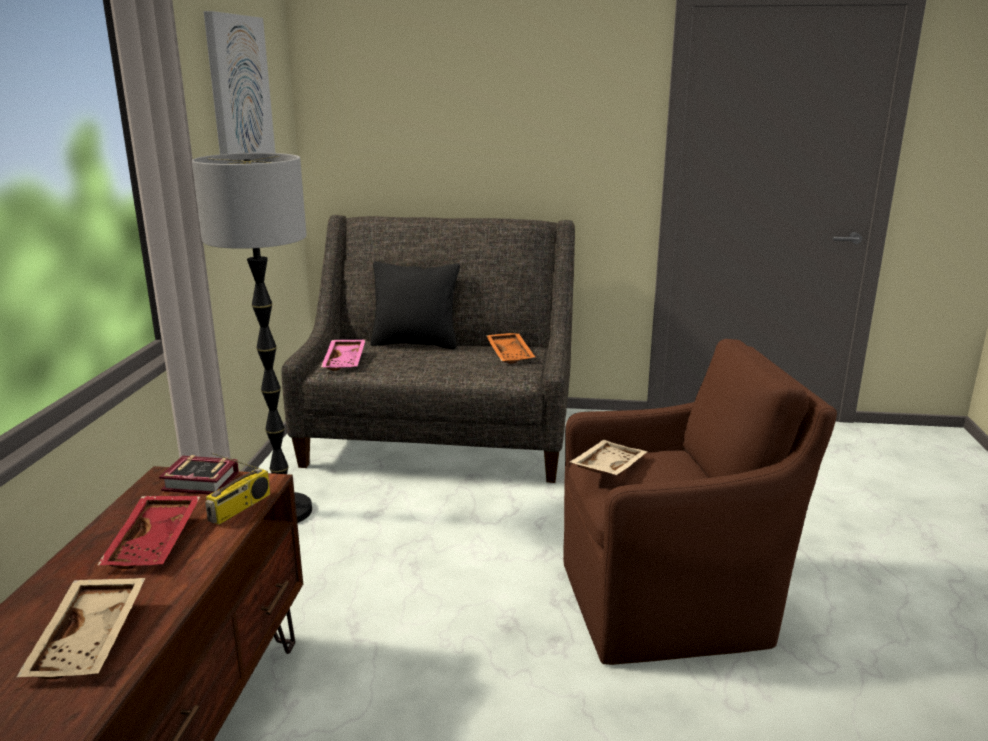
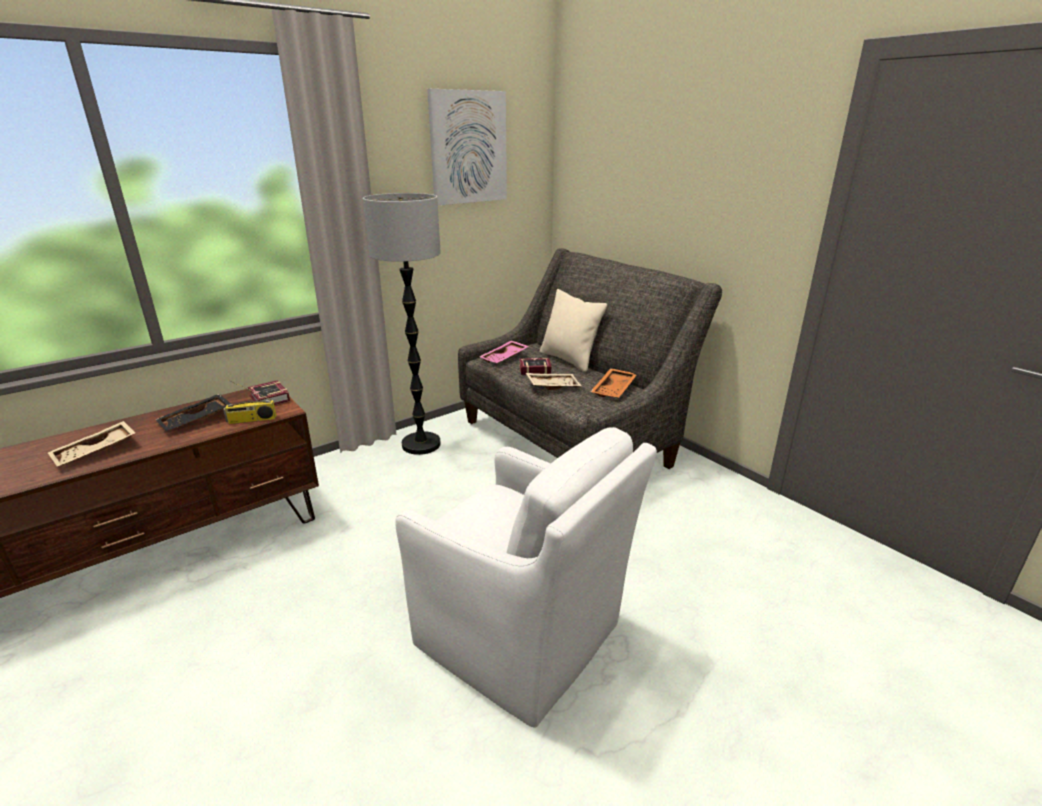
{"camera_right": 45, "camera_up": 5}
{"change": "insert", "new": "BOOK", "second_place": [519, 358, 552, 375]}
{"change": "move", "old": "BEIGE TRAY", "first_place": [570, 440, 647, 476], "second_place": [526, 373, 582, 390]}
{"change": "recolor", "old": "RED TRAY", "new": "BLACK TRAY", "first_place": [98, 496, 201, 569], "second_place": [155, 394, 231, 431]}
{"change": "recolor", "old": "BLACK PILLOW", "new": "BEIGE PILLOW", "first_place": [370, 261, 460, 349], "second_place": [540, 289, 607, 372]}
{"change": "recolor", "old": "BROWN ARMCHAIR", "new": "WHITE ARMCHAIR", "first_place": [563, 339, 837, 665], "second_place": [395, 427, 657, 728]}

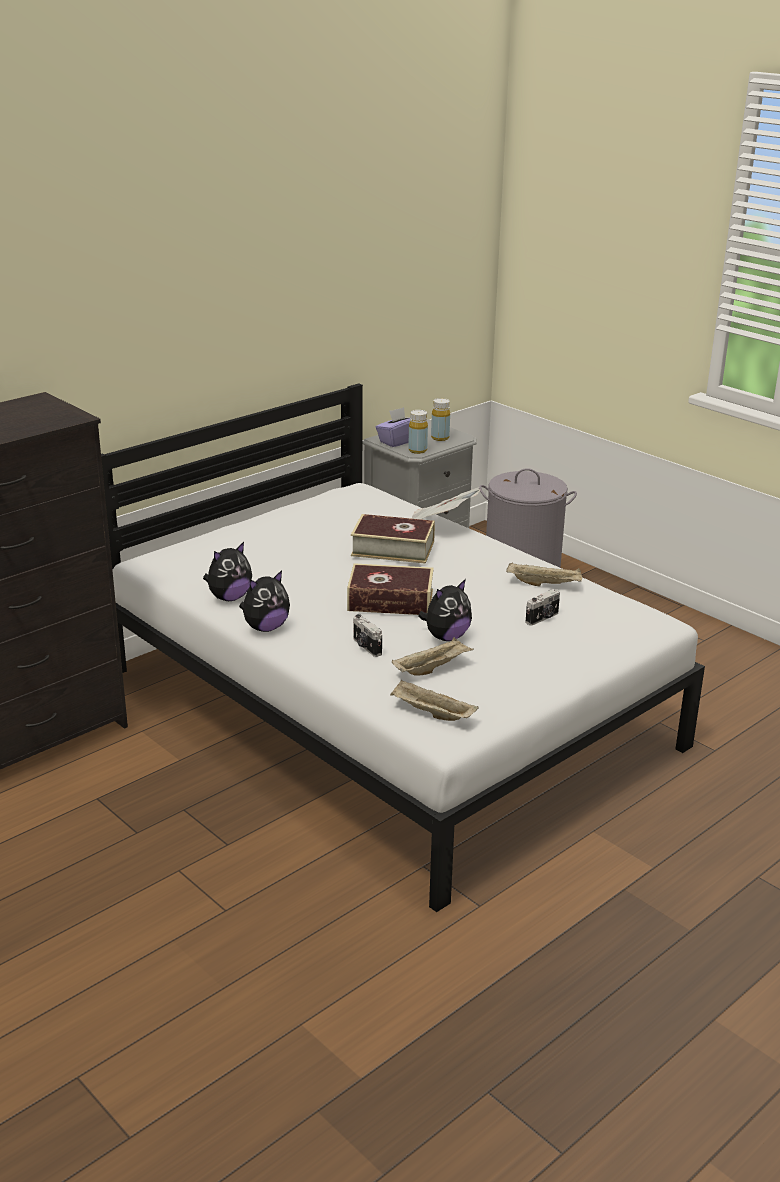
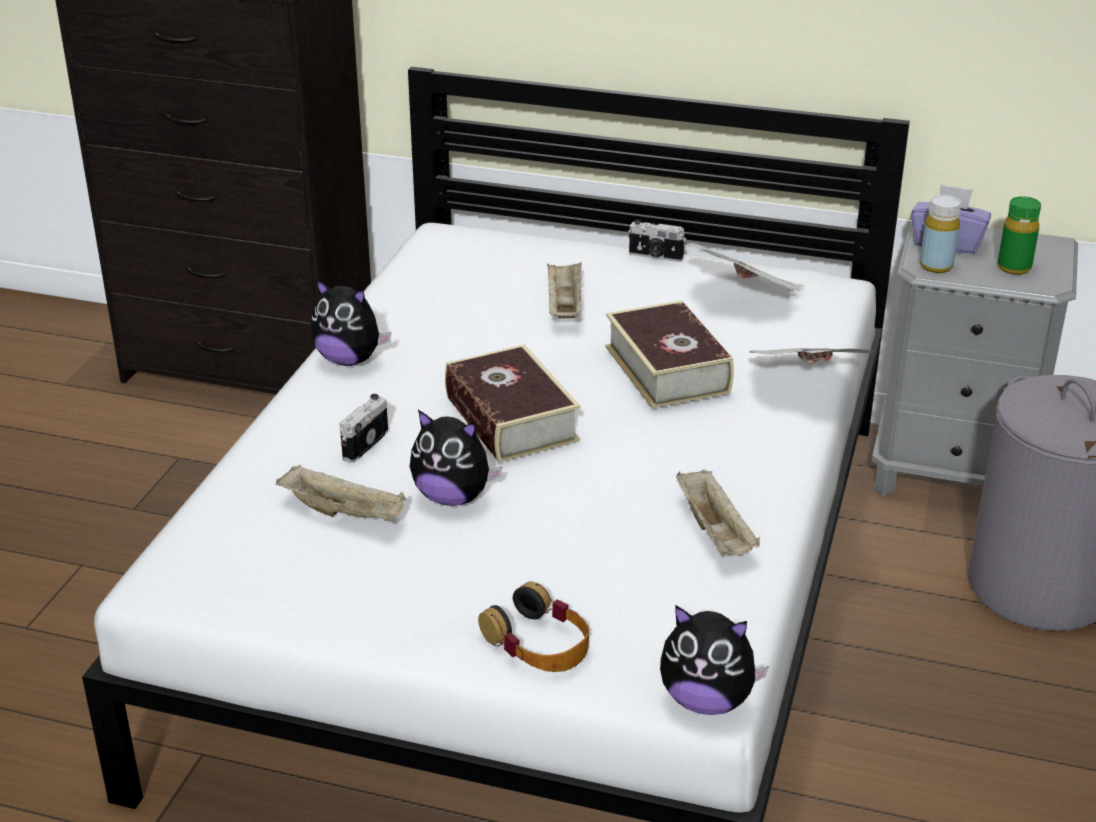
{"camera_right": 60, "camera_up": 5}
{"change": "insert", "new": "HEADPHONES", "second_place": [478, 581, 589, 672]}
{"change": "insert", "new": "NEWSPAPER", "second_place": [687, 243, 804, 291]}
{"change": "move", "old": "PLUSH TOY", "first_place": [203, 542, 252, 601], "second_place": [660, 605, 769, 715]}
{"change": "move", "old": "BEIGE TRAY", "first_place": [390, 680, 478, 721], "second_place": [547, 263, 582, 318]}
{"change": "move", "old": "PHOTO CAMERA", "first_place": [525, 589, 560, 626], "second_place": [628, 220, 686, 262]}
{"change": "recolor", "old": "YELLOW BOTTLE", "new": "GREEN BOTTLE", "first_place": [431, 398, 450, 441], "second_place": [998, 196, 1041, 275]}

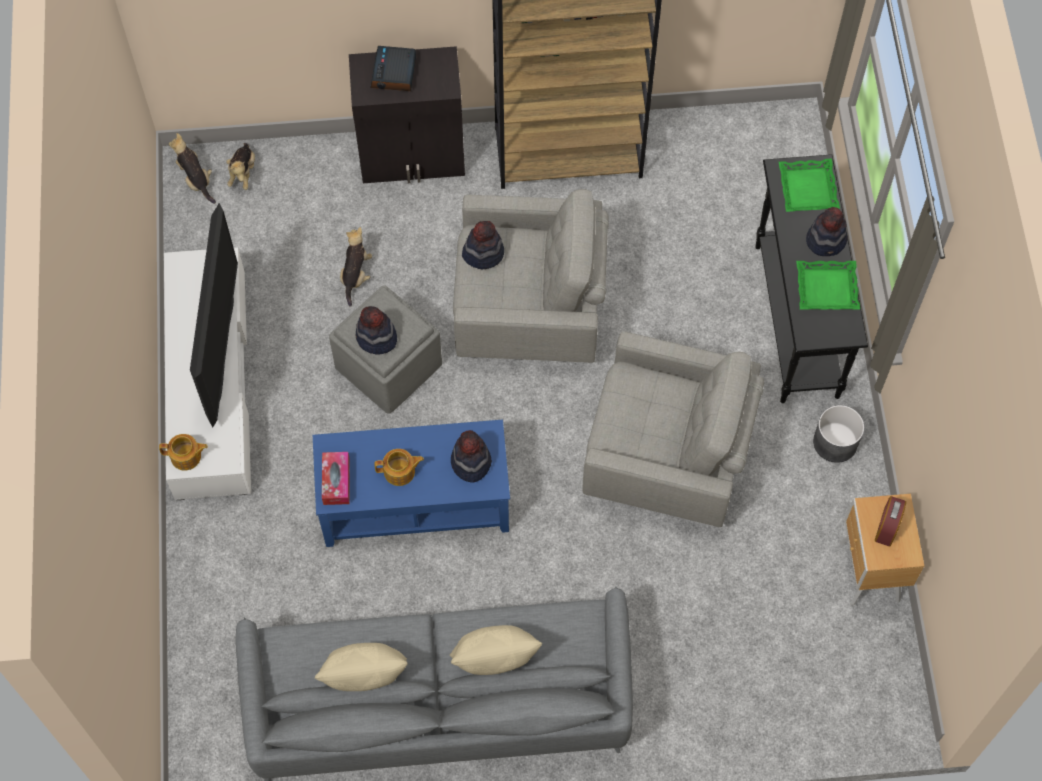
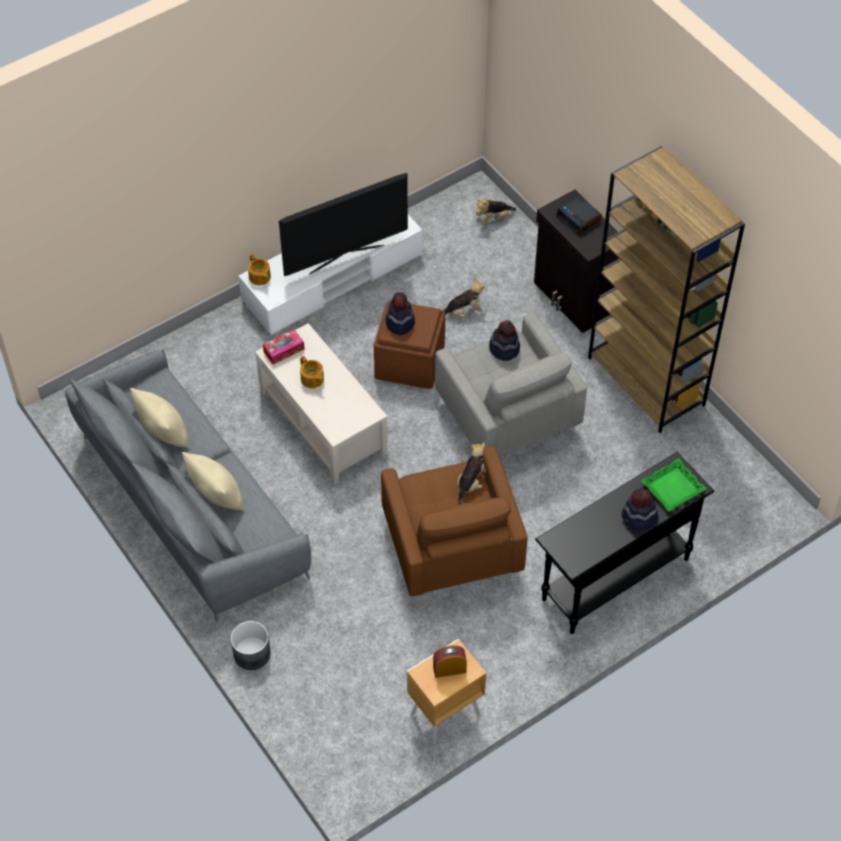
{"camera_right": 60, "camera_up": -10}
{"change": "delete", "old": "HAT", "first_place": [451, 430, 492, 483]}
{"change": "delete", "old": "GREEN TRAY", "first_place": [796, 261, 860, 309]}
{"change": "move", "old": "PLUSH TOY", "first_place": [169, 133, 216, 204], "second_place": [457, 442, 486, 504]}
{"change": "move", "old": "GREY PLANTER", "first_place": [813, 405, 864, 463], "second_place": [231, 621, 271, 670]}
{"change": "recolor", "old": "BLUE COFFEE TABLE", "new": "BEIGE COFFEE TABLE", "first_place": [313, 420, 510, 547], "second_place": [255, 323, 388, 484]}
{"change": "recolor", "old": "GREY OTTOMAN", "new": "BROWN OTTOMAN", "first_place": [329, 285, 442, 414], "second_place": [374, 300, 445, 389]}
{"change": "recolor", "old": "GREY ARMCHAIR", "new": "BROWN ARMCHAIR", "first_place": [583, 331, 764, 527], "second_place": [381, 446, 527, 597]}
{"change": "rotate", "old": "ALARM CLOCK", "first_place": [370, 46, 416, 91], "second_place": [556, 195, 602, 235], "degrees": -105}

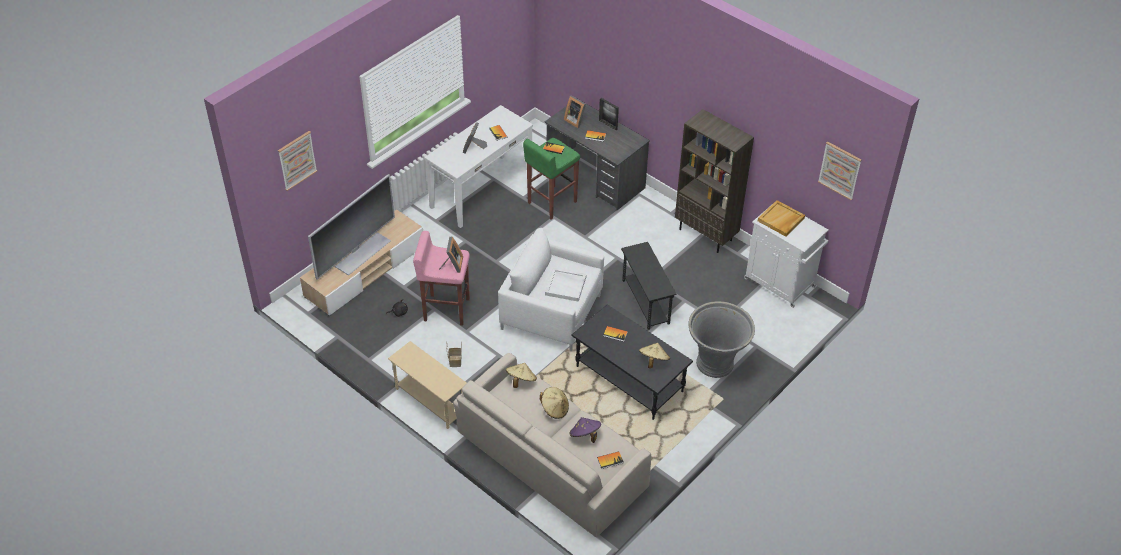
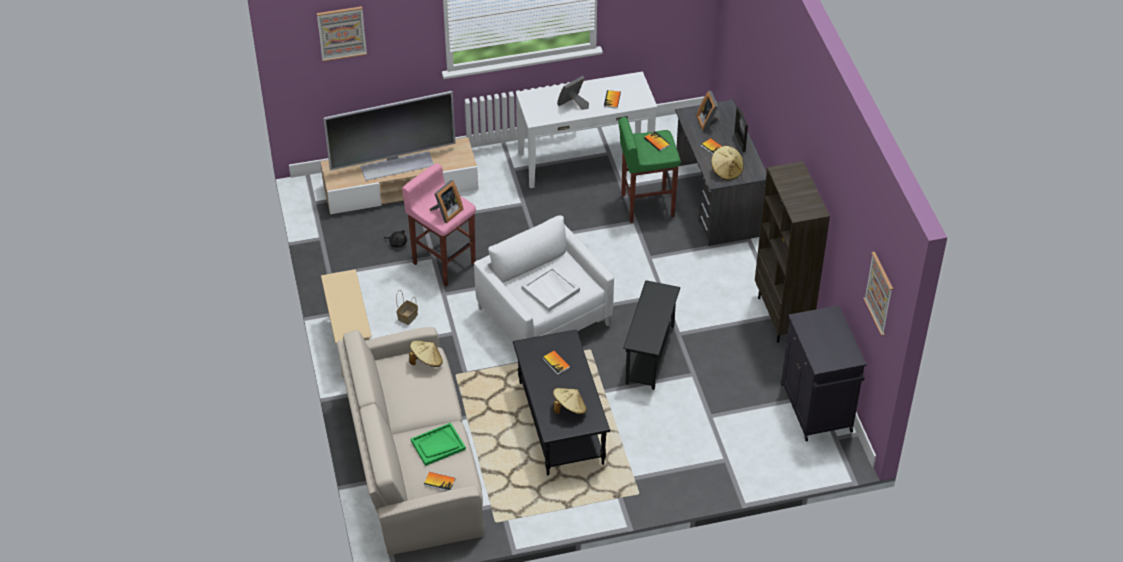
{"camera_right": 35, "camera_up": 0}
{"change": "delete", "old": "GREY PLANTER", "first_place": [688, 301, 755, 378]}
{"change": "delete", "old": "BEIGE TRAY", "first_place": [758, 200, 805, 237]}
{"change": "move", "old": "BEIGE HAT", "first_place": [540, 387, 569, 419], "second_place": [711, 146, 744, 180]}
{"change": "replace", "old": "PURPLE HAT", "new": "GREEN TRAY", "first_place": [569, 417, 601, 443], "second_place": [411, 423, 466, 466]}
{"change": "recolor", "old": "WHITE CABINET", "new": "BLACK CABINET", "first_place": [744, 208, 829, 308], "second_place": [781, 305, 867, 441]}

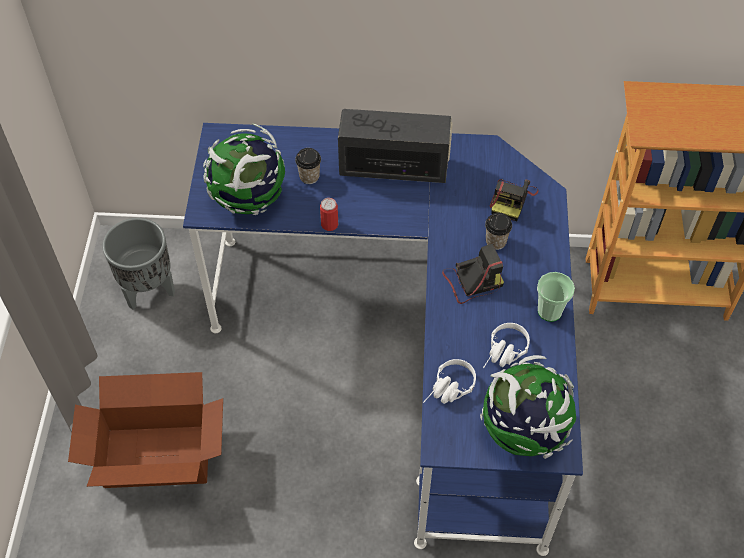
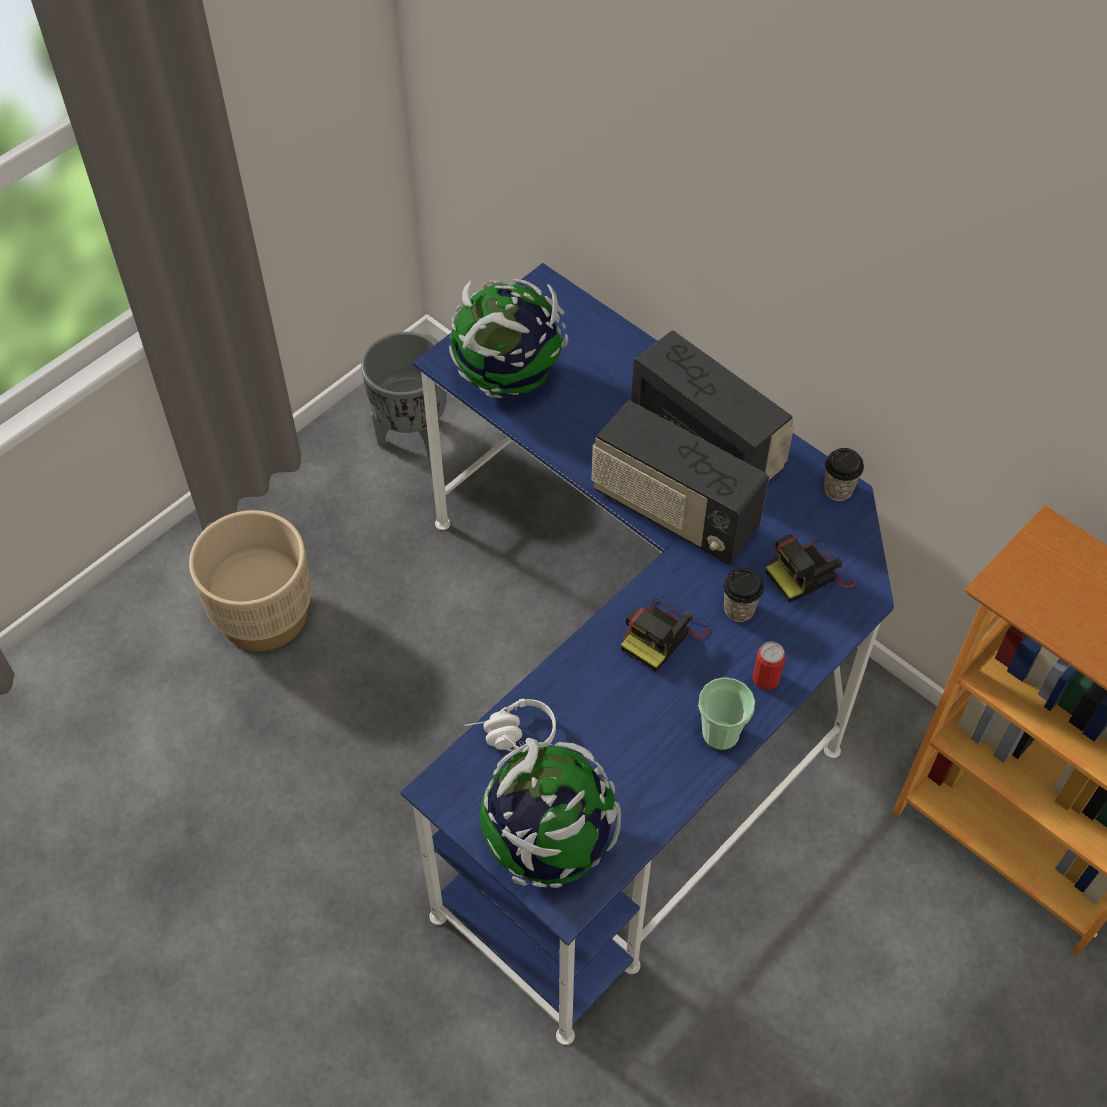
{"camera_right": 40, "camera_up": 0}
{"change": "delete", "old": "WHITE HEADPHONES", "first_place": [483, 323, 530, 368]}
{"change": "insert", "new": "RADIO", "second_place": [591, 400, 769, 565]}
{"change": "move", "old": "CUP", "first_place": [295, 148, 321, 184], "second_place": [824, 448, 864, 501]}
{"change": "move", "old": "CAN", "first_place": [320, 198, 338, 231], "second_place": [753, 642, 786, 690]}
{"change": "replace", "old": "CARDBOARD BOX", "new": "BEIGE PLANTER", "first_place": [68, 372, 223, 488], "second_place": [189, 510, 312, 651]}
{"change": "rotate", "old": "PHOTO CAMERA", "first_place": [442, 244, 504, 304], "second_place": [621, 599, 709, 672], "degrees": 105}

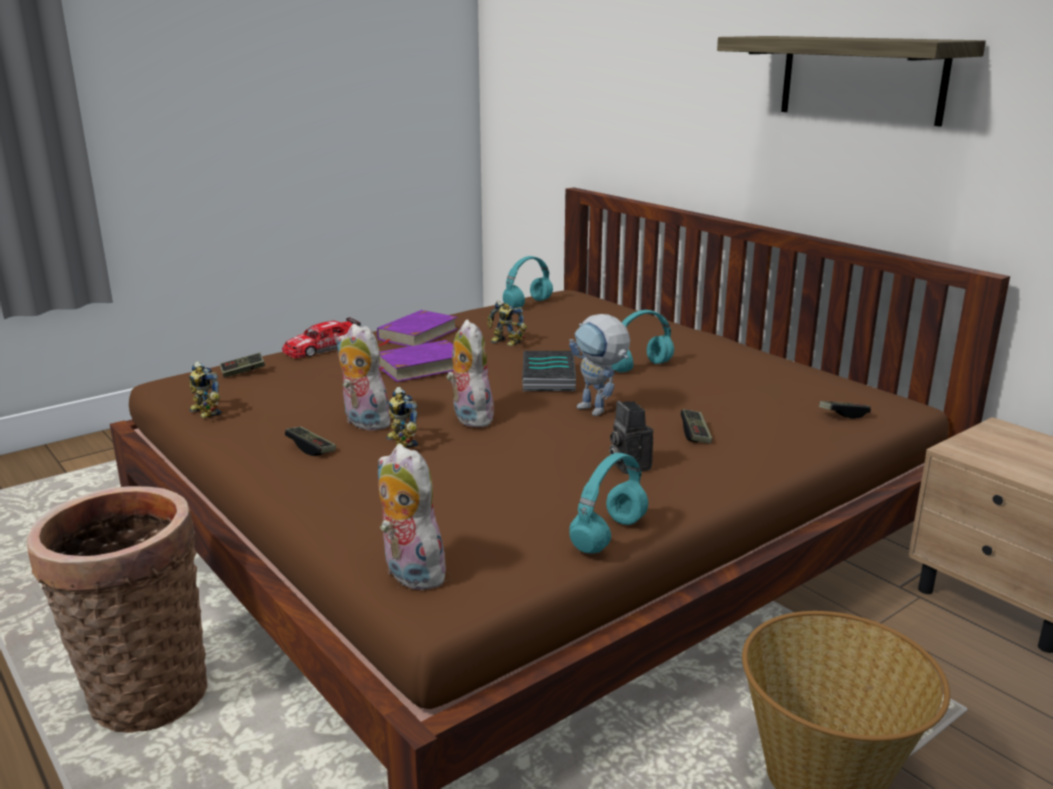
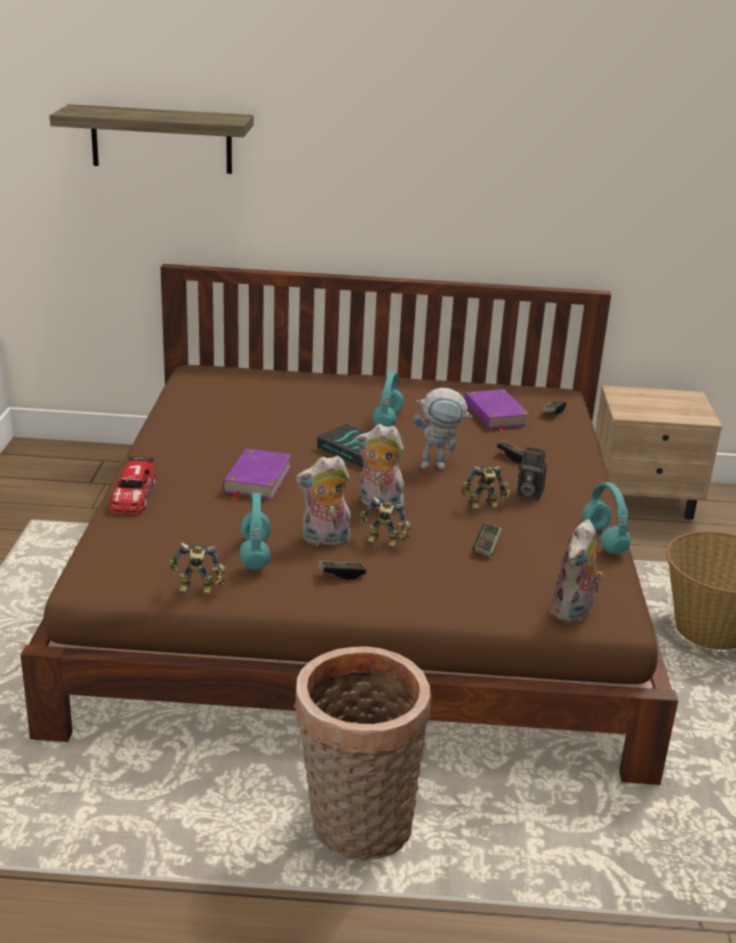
{"camera_right": -50, "camera_up": 5}
{"change": "move", "old": "GAME CONTROLLER", "first_place": [220, 353, 265, 378], "second_place": [473, 522, 502, 558]}
{"change": "move", "old": "PURPLE BOOK", "first_place": [377, 310, 458, 347], "second_place": [465, 389, 530, 433]}
{"change": "move", "old": "TOY ROBOT", "first_place": [487, 301, 527, 346], "second_place": [461, 466, 511, 511]}
{"change": "move", "old": "TURQUOISE HEADPHONES", "first_place": [503, 256, 553, 308], "second_place": [239, 493, 271, 570]}
{"change": "move", "old": "SHELF", "first_place": [717, 36, 986, 127], "second_place": [49, 104, 254, 174]}
{"change": "rotate", "old": "PLUSH TOY", "first_place": [378, 444, 446, 591], "second_place": [550, 519, 603, 623], "degrees": -60}

